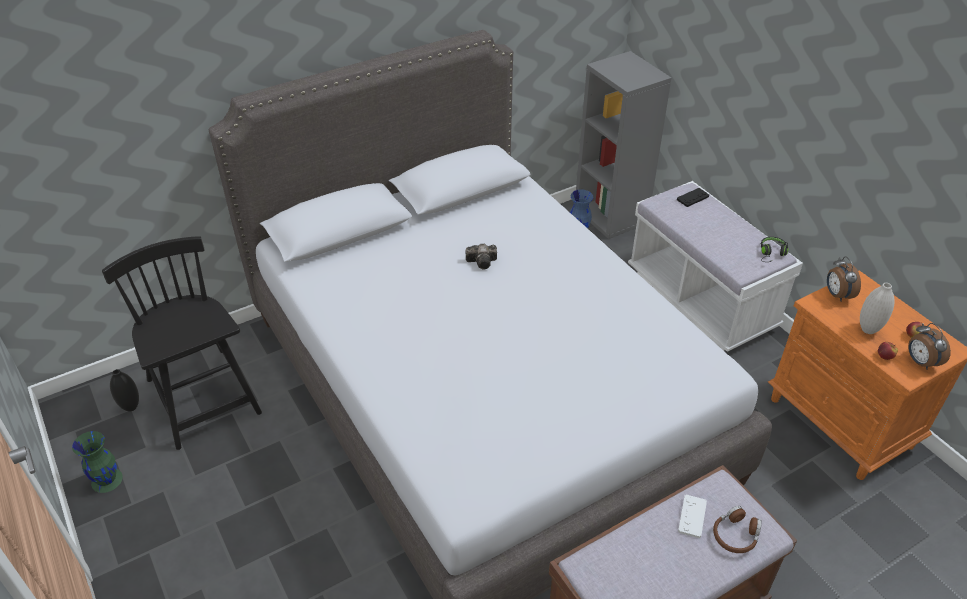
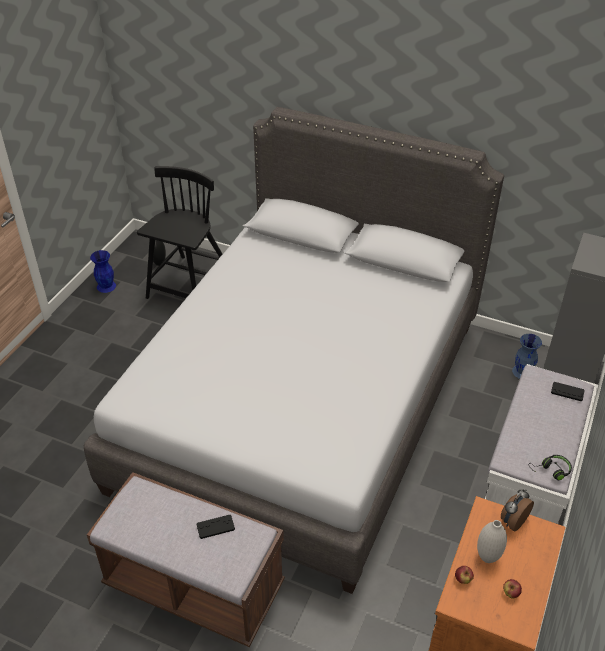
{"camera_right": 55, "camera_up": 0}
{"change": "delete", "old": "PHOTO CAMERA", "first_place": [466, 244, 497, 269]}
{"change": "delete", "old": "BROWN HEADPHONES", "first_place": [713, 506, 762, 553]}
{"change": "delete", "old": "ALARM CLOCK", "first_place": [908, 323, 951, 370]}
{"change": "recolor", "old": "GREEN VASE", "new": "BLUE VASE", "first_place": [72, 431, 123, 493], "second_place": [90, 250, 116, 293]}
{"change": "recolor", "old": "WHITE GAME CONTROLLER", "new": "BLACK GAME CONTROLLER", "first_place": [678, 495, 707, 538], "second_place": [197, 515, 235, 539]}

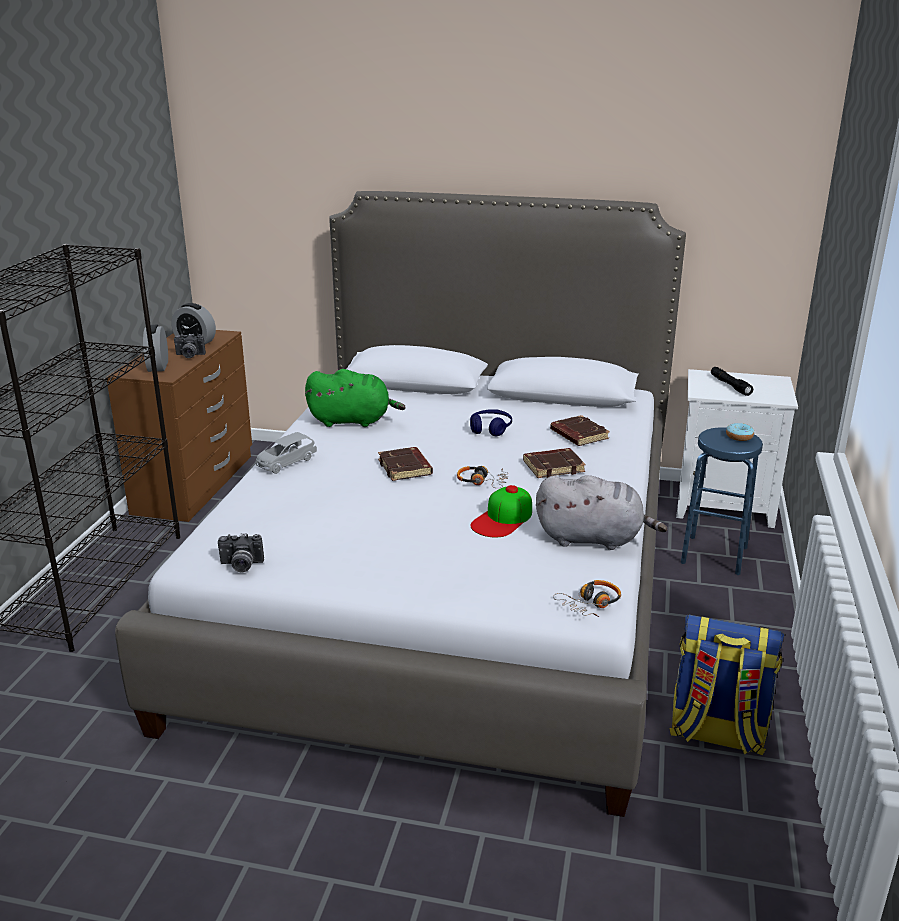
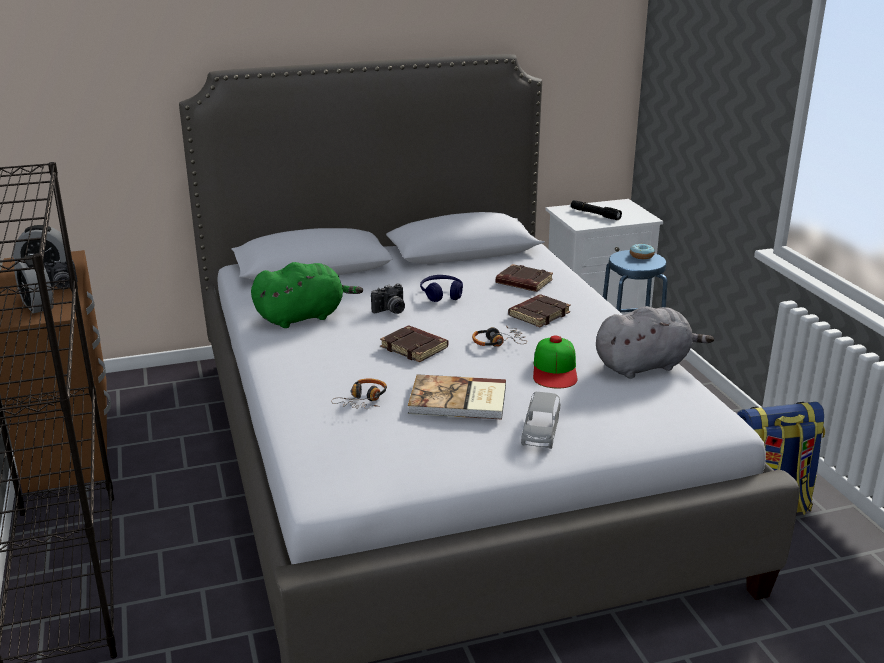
{"camera_right": -30, "camera_up": 0}
{"change": "insert", "new": "BOOK", "second_place": [408, 374, 506, 420]}
{"change": "move", "old": "PHOTO CAMERA", "first_place": [218, 533, 264, 573], "second_place": [371, 283, 405, 314]}
{"change": "move", "old": "GREY TOY CAR", "first_place": [256, 432, 317, 474], "second_place": [521, 392, 560, 449]}
{"change": "move", "old": "HEADPHONES", "first_place": [553, 580, 621, 617], "second_place": [331, 379, 387, 409]}

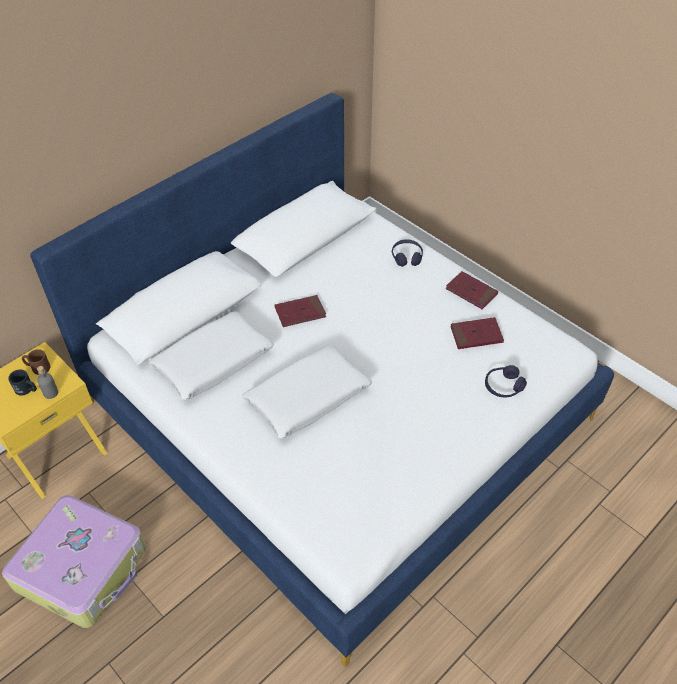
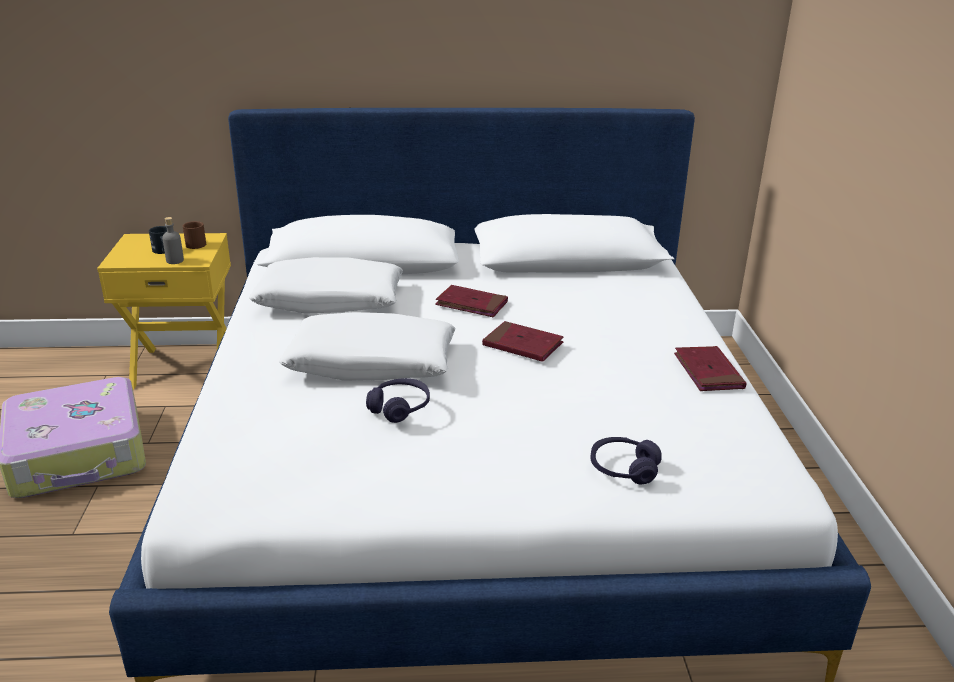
{"camera_right": 40, "camera_up": -20}
{"change": "move", "old": "PURPLE HEADPHONES", "first_place": [392, 239, 423, 267], "second_place": [366, 378, 430, 423]}
{"change": "move", "old": "RED BOOK", "first_place": [450, 317, 504, 349], "second_place": [482, 321, 564, 362]}

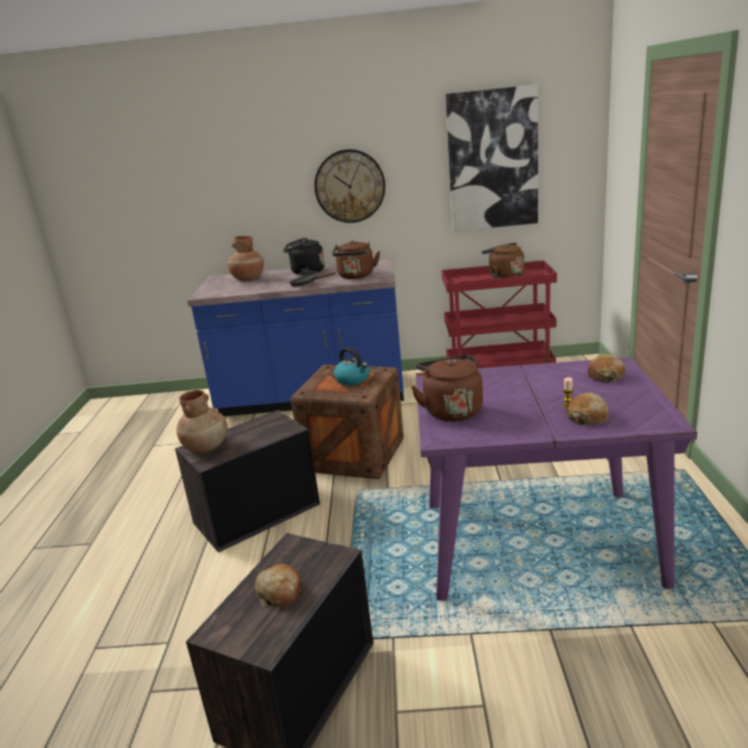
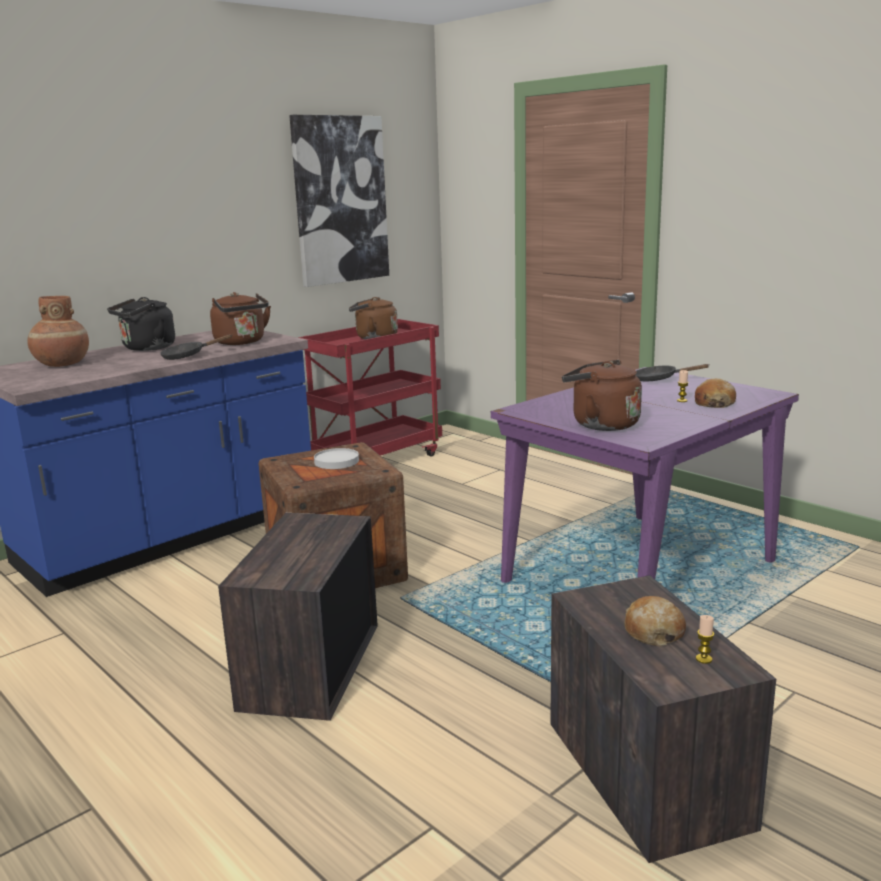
{"camera_right": -45, "camera_up": -5}
{"change": "delete", "old": "BROWN VASE", "first_place": [177, 390, 227, 453]}
{"change": "delete", "old": "WALL CLOCK", "first_place": [314, 149, 385, 223]}
{"change": "insert", "new": "CANDLE", "second_place": [696, 615, 714, 664]}
{"change": "replace", "old": "KETTLE", "new": "WHITE PLATE", "first_place": [334, 347, 370, 385], "second_place": [314, 448, 359, 469]}
{"change": "replace", "old": "BREAD", "new": "BLACK FRYING PAN", "first_place": [588, 354, 625, 382], "second_place": [636, 364, 709, 381]}

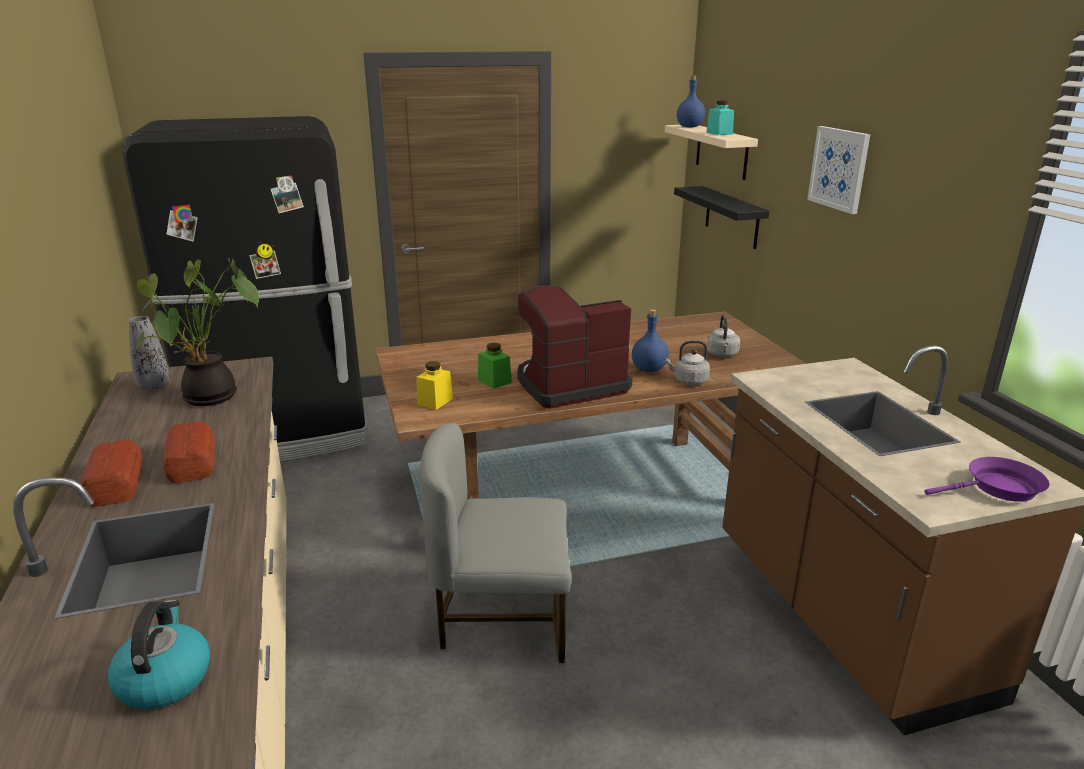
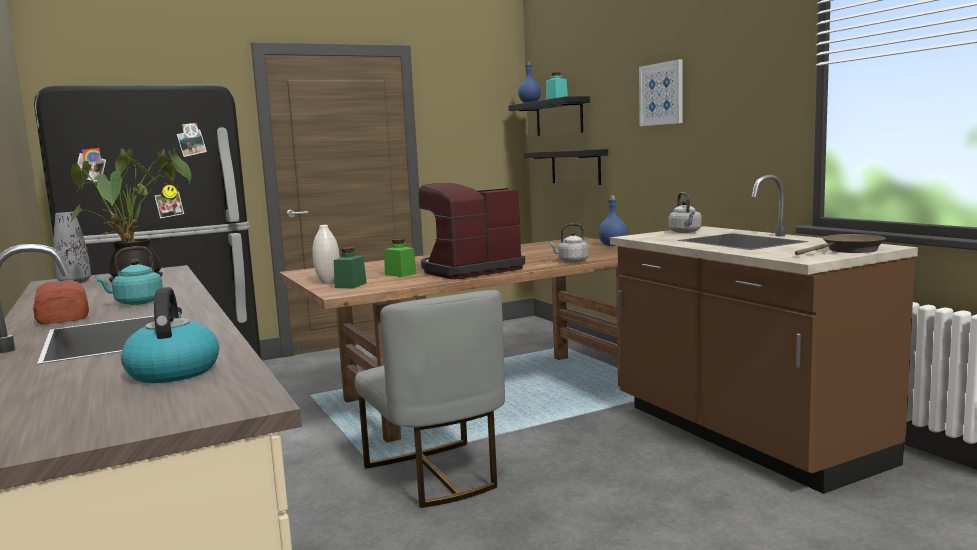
{"camera_right": -10, "camera_up": -15}
{"change": "insert", "new": "WHITE VASE", "second_place": [312, 225, 340, 284]}
{"change": "move", "old": "BLUE BOTTLE", "first_place": [632, 309, 669, 372], "second_place": [598, 195, 628, 246]}
{"change": "move", "old": "GREY KETTLE", "first_place": [707, 315, 740, 357], "second_place": [668, 192, 701, 233]}
{"change": "replace", "old": "BREAD", "new": "TURQUOISE KETTLE", "first_place": [163, 421, 215, 483], "second_place": [95, 246, 163, 305]}
{"change": "recolor", "old": "YELLOW JAR", "new": "GREEN JAR", "first_place": [416, 361, 453, 410], "second_place": [334, 247, 367, 288]}
{"change": "recolor", "old": "BEIGE SHELF", "new": "BLACK SHELF", "first_place": [665, 125, 758, 180], "second_place": [508, 96, 590, 136]}
{"change": "recolor", "old": "PURPLE FRYING PAN", "new": "BROWN FRYING PAN", "first_place": [925, 457, 1050, 502], "second_place": [795, 234, 886, 255]}
{"change": "rotate", "old": "GREY CHAIR", "first_place": [420, 423, 572, 663], "second_place": [355, 290, 505, 508], "degrees": -105}

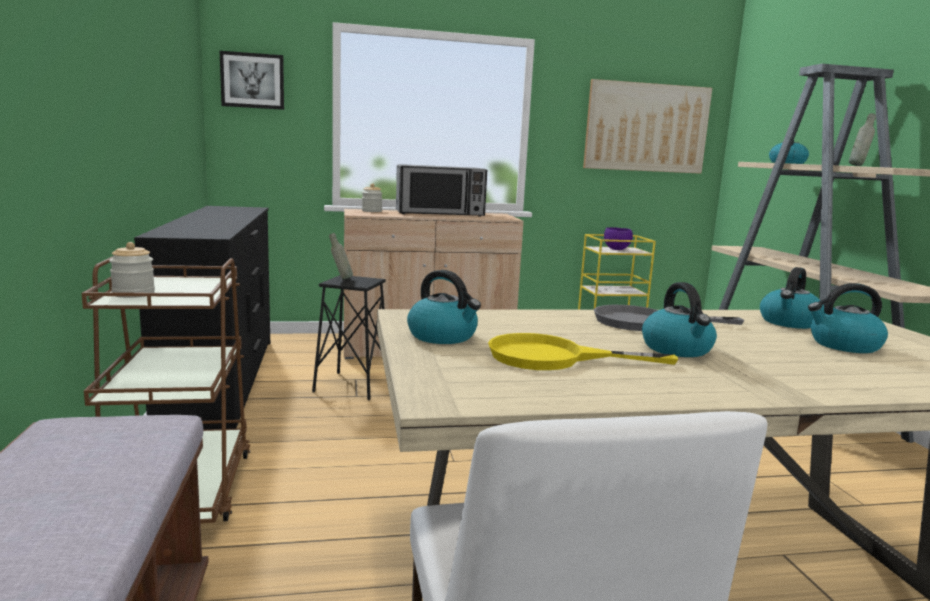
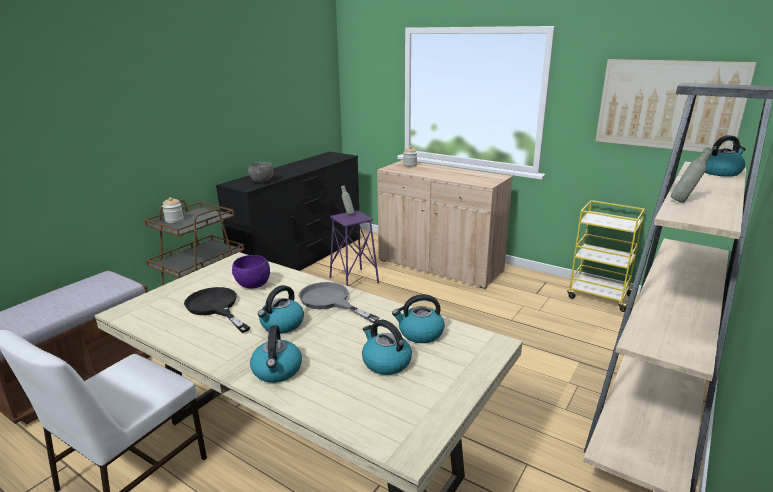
{"camera_right": 45, "camera_up": 10}
{"change": "delete", "old": "PICTURE", "first_place": [220, 51, 284, 110]}
{"change": "delete", "old": "MICROWAVE", "first_place": [396, 164, 487, 216]}
{"change": "insert", "new": "GREY BOWL", "second_place": [248, 162, 273, 183]}
{"change": "move", "old": "KETTLE", "first_place": [407, 270, 481, 344], "second_place": [250, 325, 302, 383]}
{"change": "move", "old": "PURPLE BOWL", "first_place": [604, 227, 633, 250], "second_place": [232, 255, 270, 289]}
{"change": "recolor", "old": "BLACK STOOL", "new": "PURPLE STOOL", "first_place": [312, 275, 386, 400], "second_place": [330, 210, 379, 286]}
{"change": "recolor", "old": "YELLOW FRYING PAN", "new": "BLACK FRYING PAN", "first_place": [488, 333, 678, 370], "second_place": [184, 287, 250, 333]}

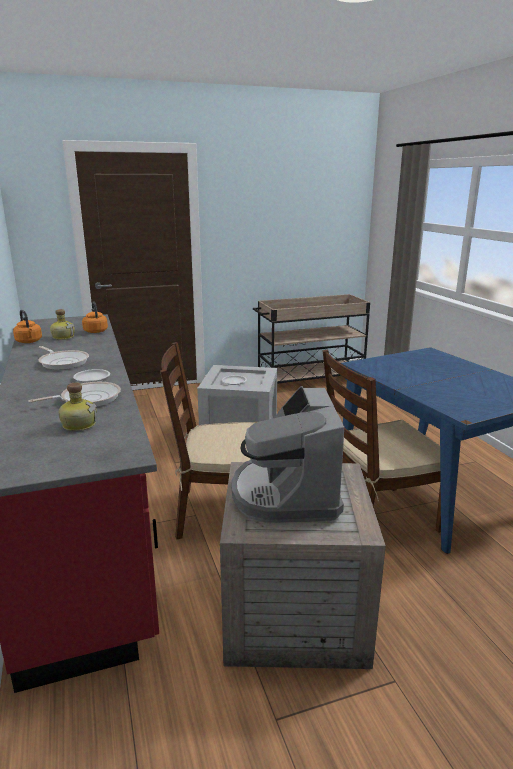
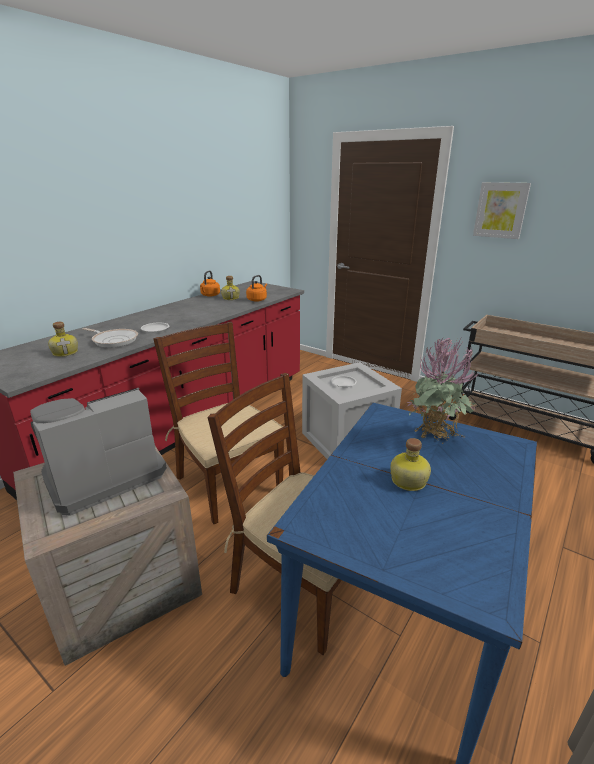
{"camera_right": 55, "camera_up": 5}
{"change": "delete", "old": "FRYING PAN", "first_place": [39, 346, 89, 370]}
{"change": "insert", "new": "BOTTLE", "second_place": [390, 438, 431, 491]}
{"change": "insert", "new": "POTTED PLANT", "second_place": [407, 336, 478, 441]}
{"change": "insert", "new": "PICTURE", "second_place": [473, 182, 531, 239]}

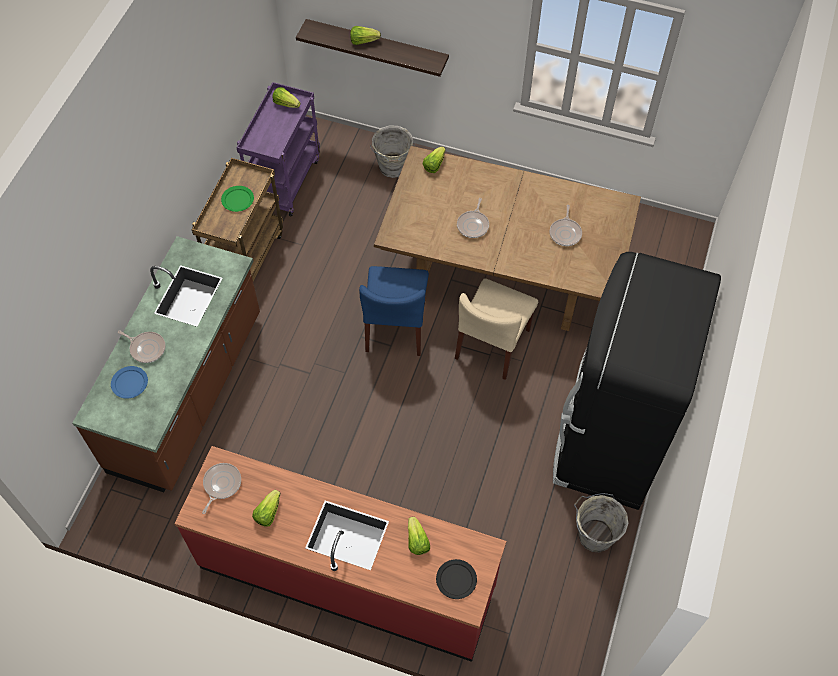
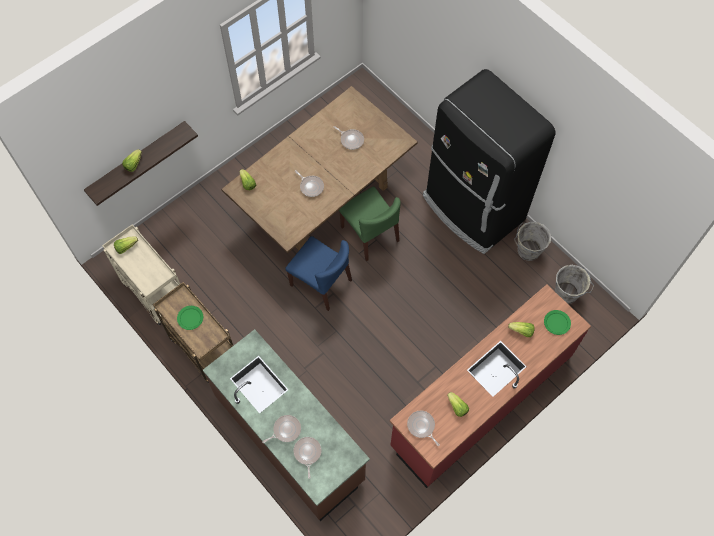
{"camera_right": -60, "camera_up": 5}
{"change": "move", "old": "GREY BUCKET", "first_place": [370, 125, 415, 178], "second_place": [555, 265, 594, 304]}
{"change": "replace", "old": "BLUE PLATE", "new": "FRYING PAN", "first_place": [111, 366, 148, 399], "second_place": [293, 437, 321, 479]}
{"change": "recolor", "old": "PURPLE CART", "new": "BEIGE CART", "first_place": [236, 82, 320, 217], "second_place": [102, 224, 180, 326]}
{"change": "recolor", "old": "BLACK PLATE", "new": "GREEN PLATE", "first_place": [436, 559, 477, 599], "second_place": [544, 310, 571, 335]}
{"change": "recolor", "old": "BEIGE CHAIR", "new": "GREEN CHAIR", "first_place": [455, 278, 538, 380], "second_place": [339, 186, 401, 261]}

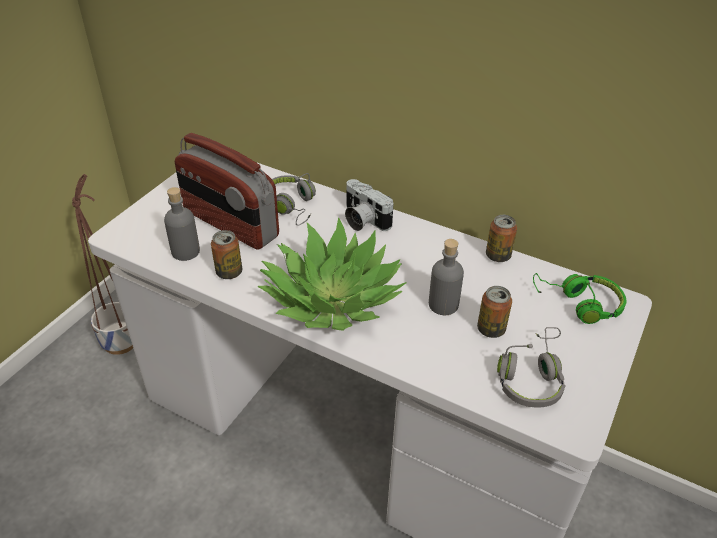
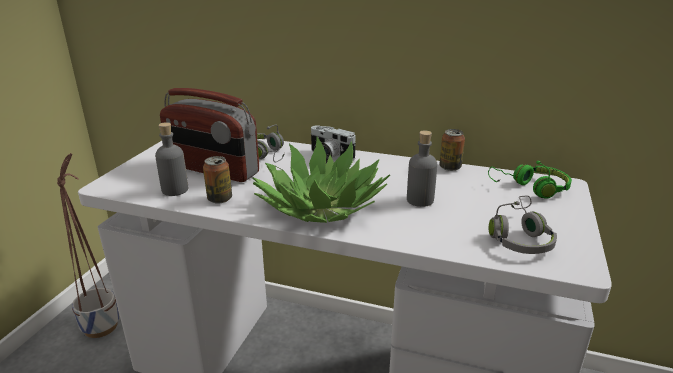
{"camera_right": -10, "camera_up": -15}
{"change": "delete", "old": "CAN", "first_place": [477, 286, 512, 338]}

